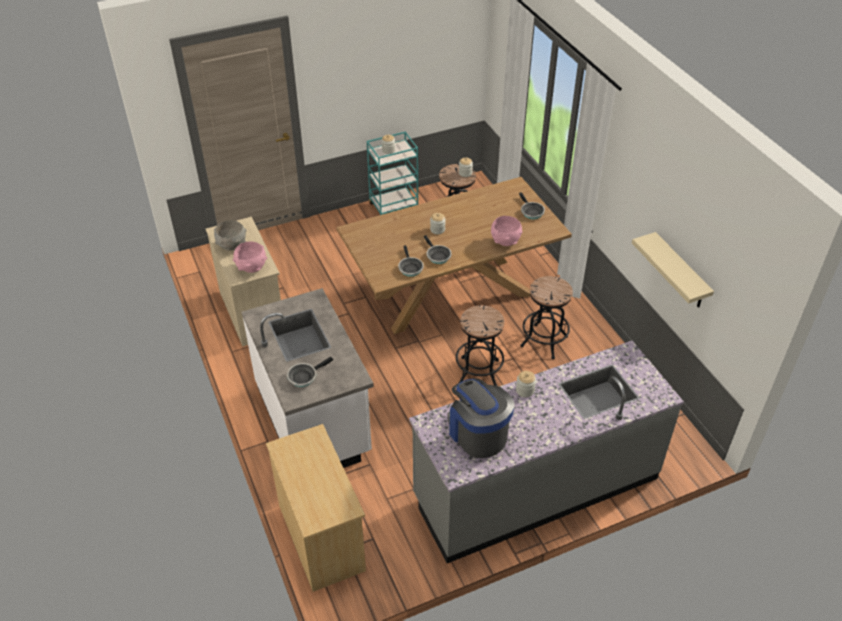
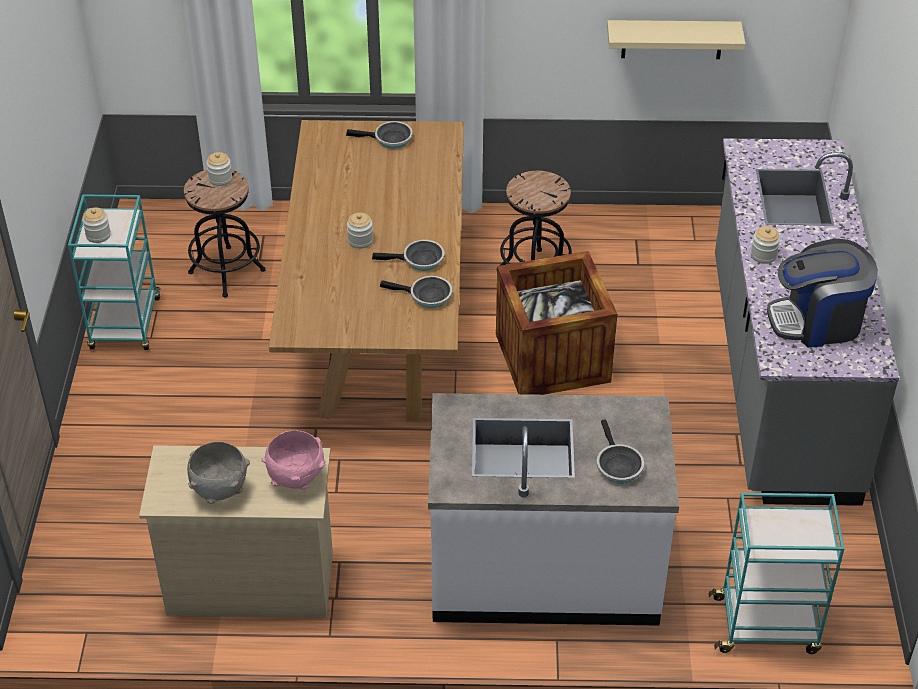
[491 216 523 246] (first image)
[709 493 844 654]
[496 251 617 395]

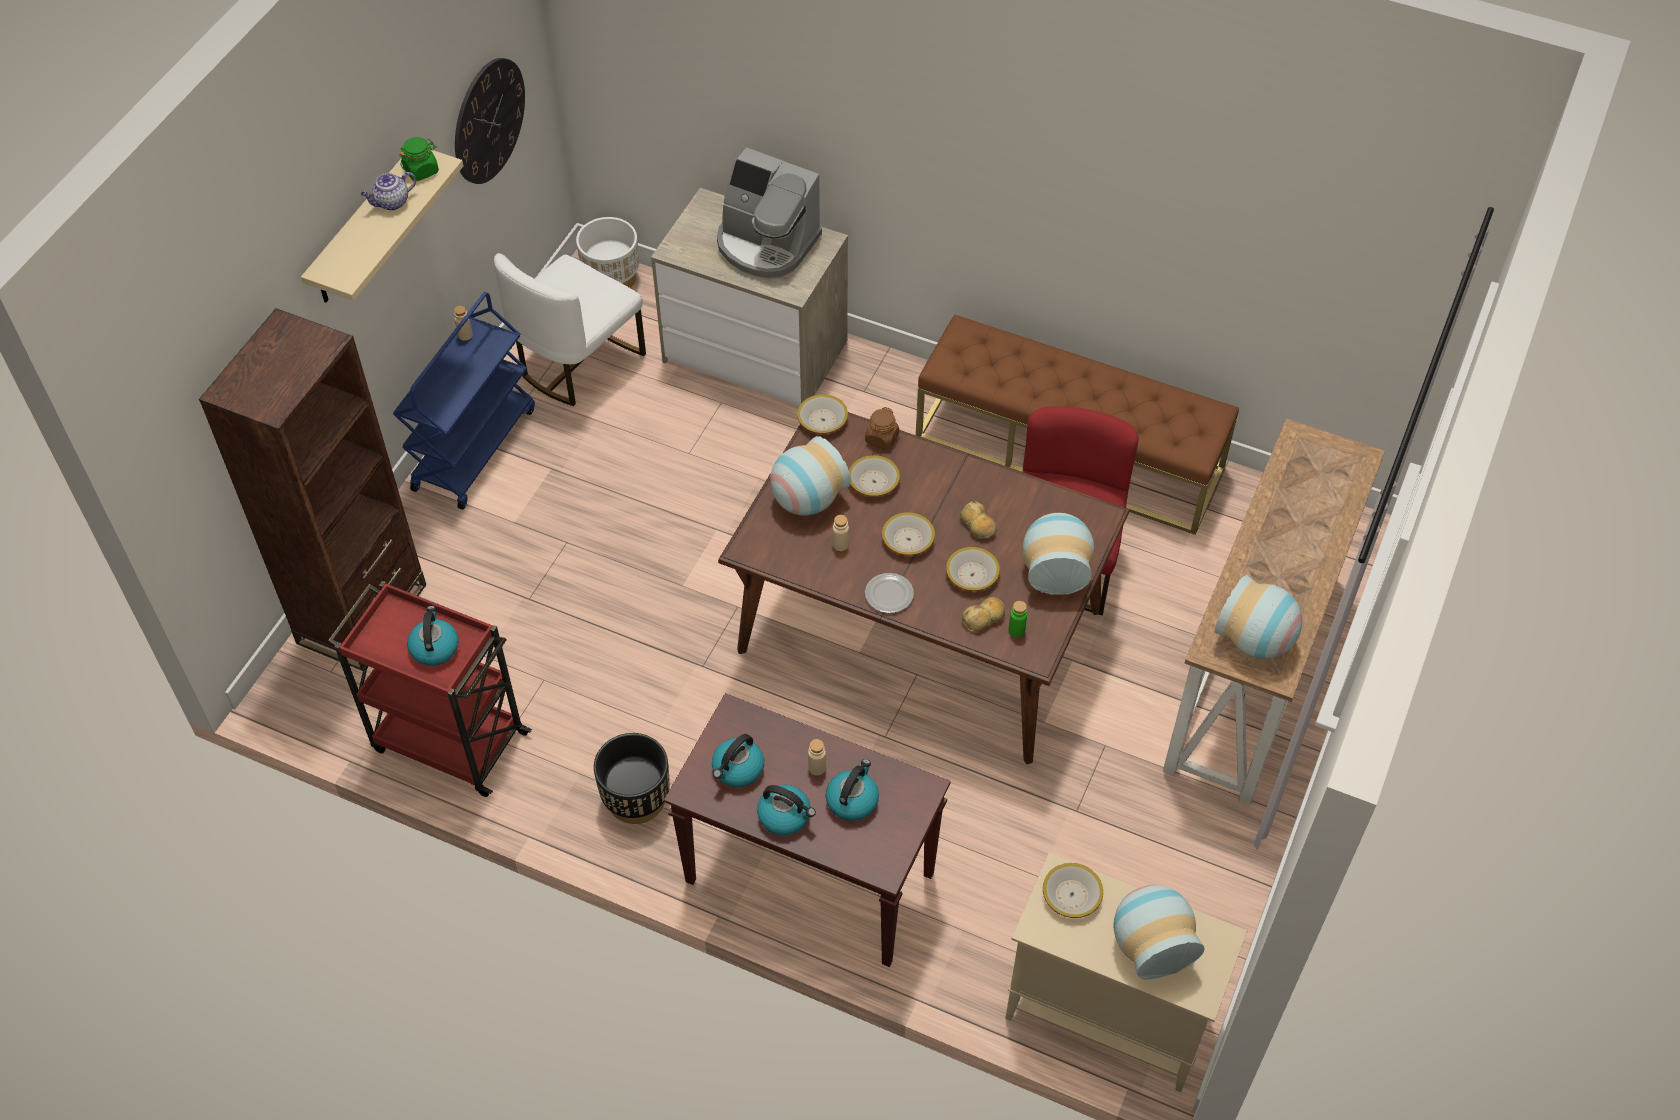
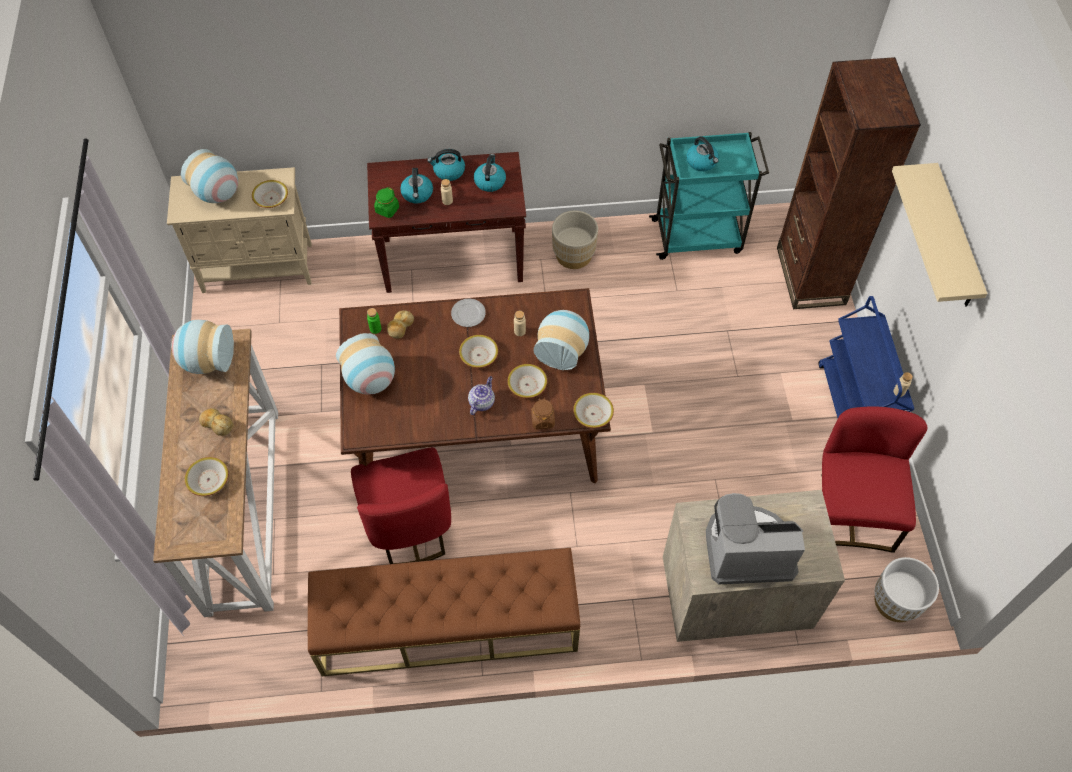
[455 58 525 184] (first image)
[468 376 495 415]
[374 187 399 218]
[185 457 229 496]
[199 408 234 436]
[649 132 769 260]
[822 406 928 553]
[552 210 598 269]

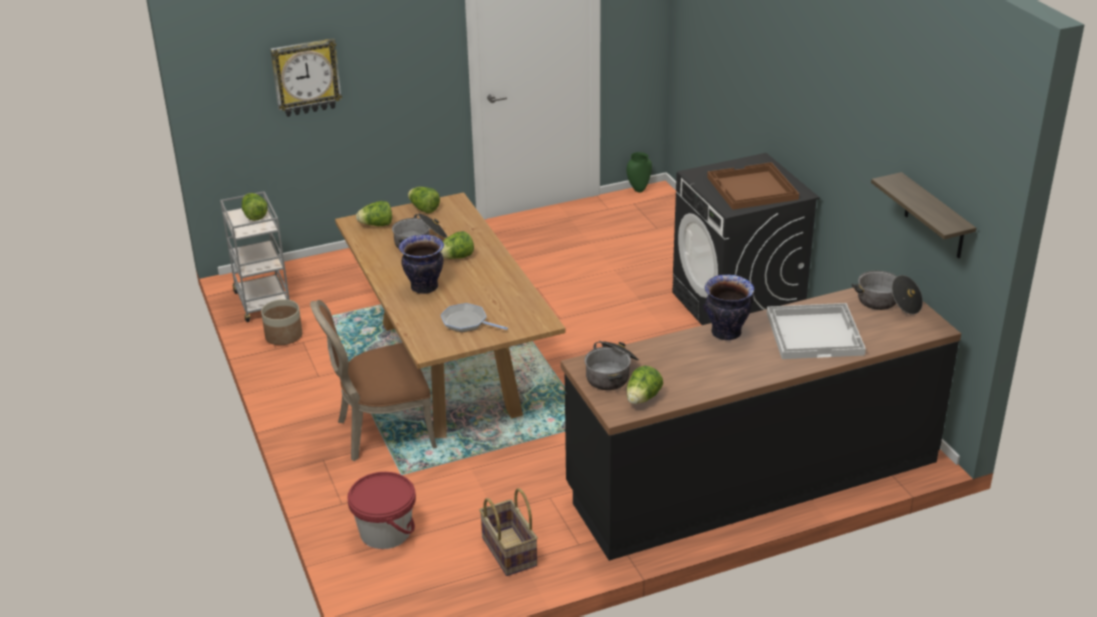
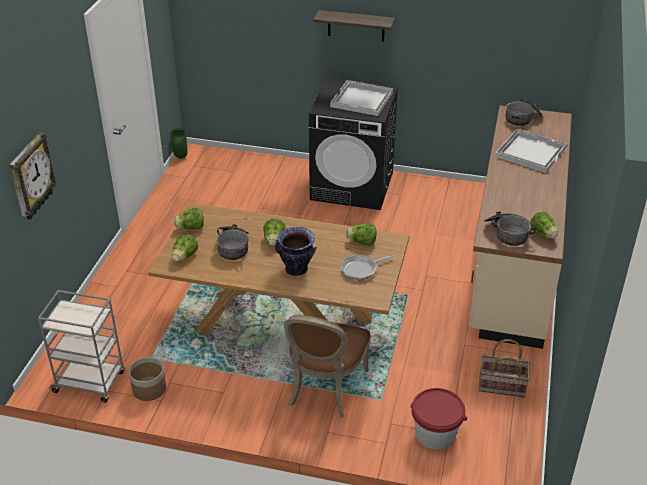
[703 275 754 340] (first image)
[346 223 376 246]
[313 10 395 42]
[469 105 572 349]
[330 80 393 116]

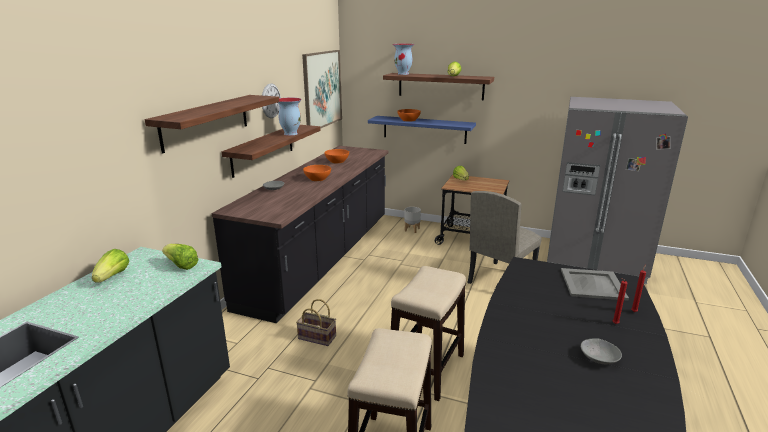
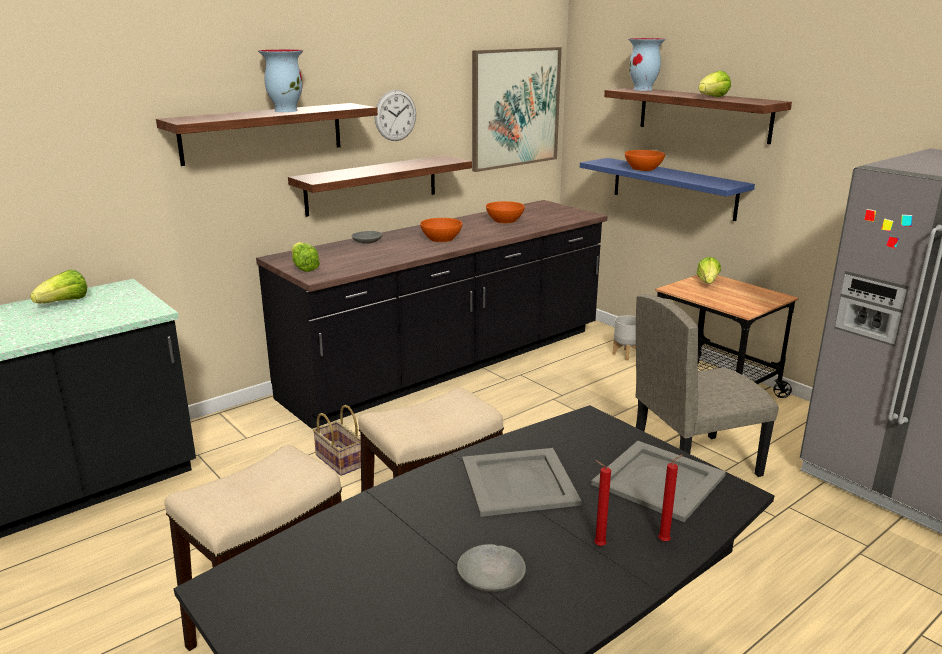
[462 448 582 517]
[291 242 320 272]
[258 49 304 112]

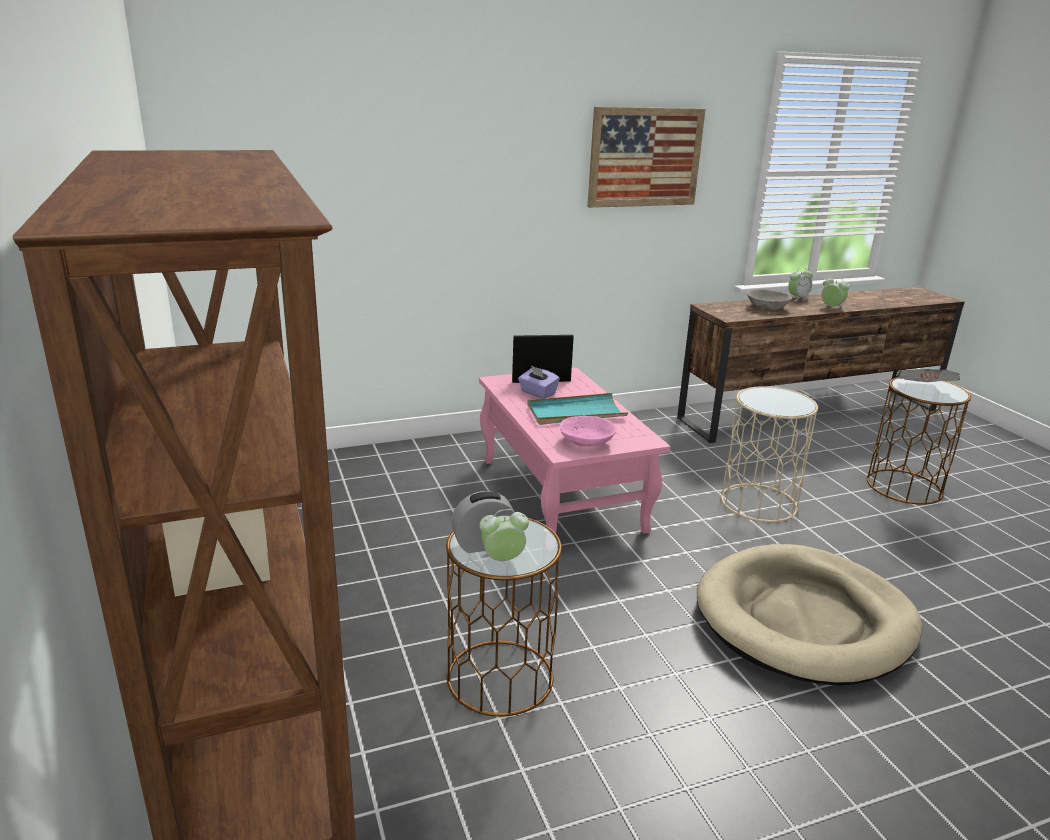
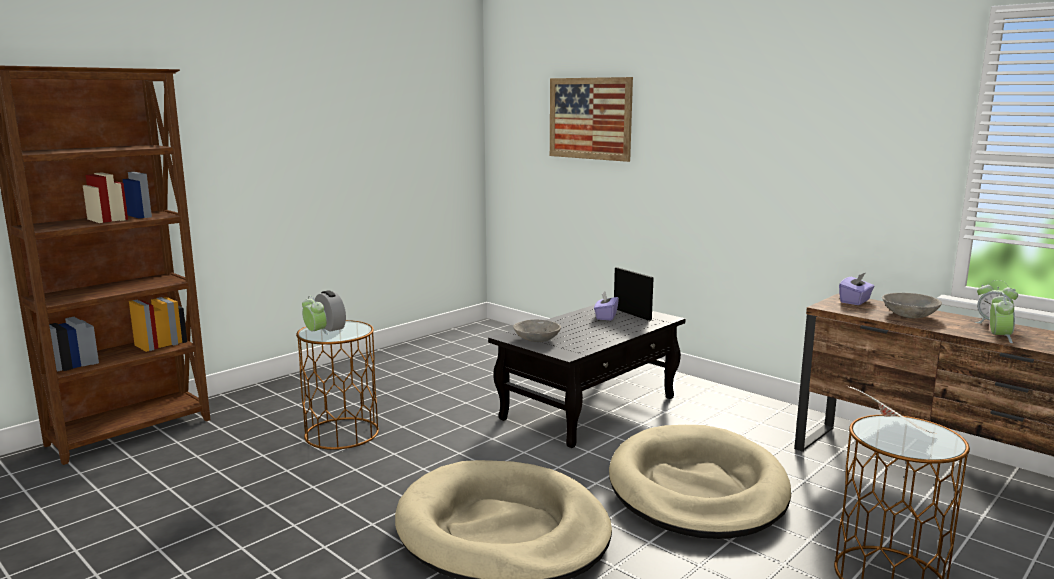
[527 393 628 425] (first image)
[839 272 874 305]
[550 77 633 162]
[609 425 791 539]
[488 305 686 448]
[513 320 561 342]

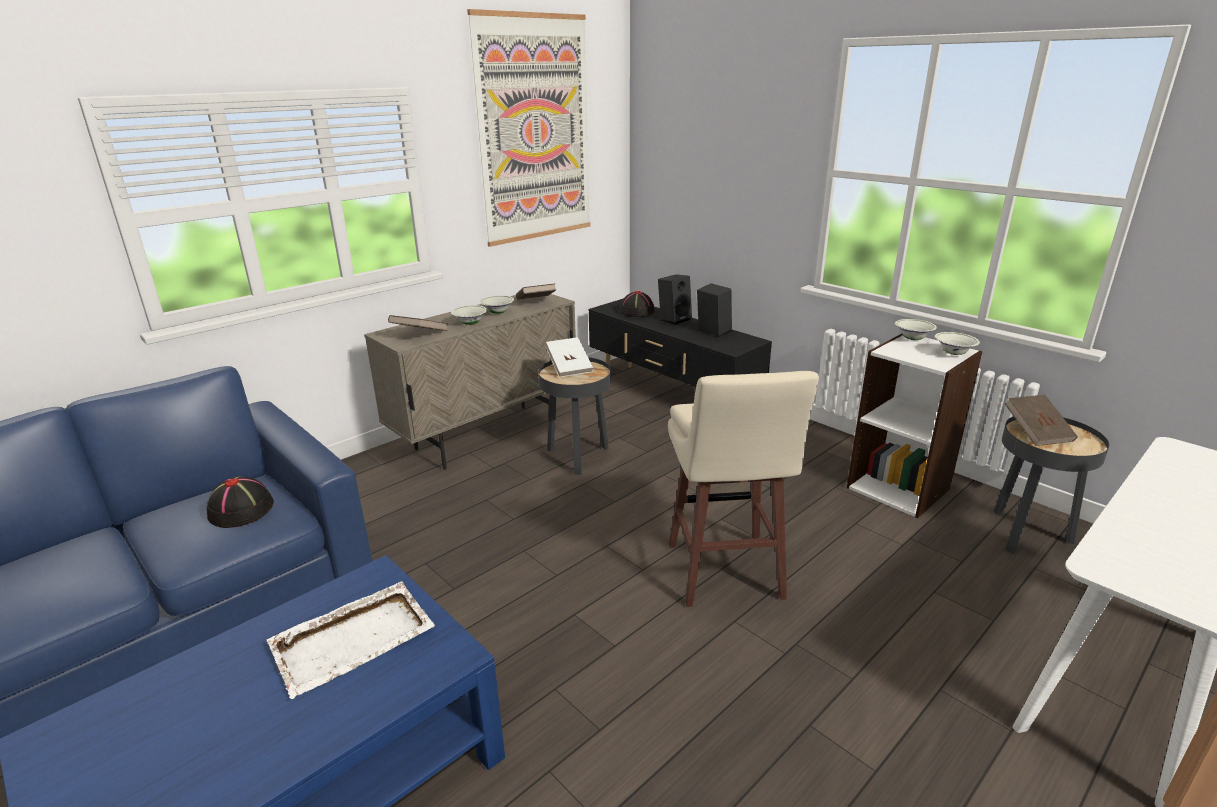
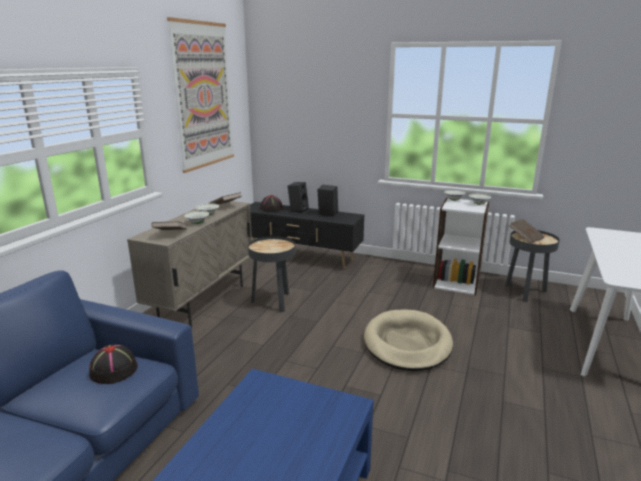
[266 581 435 699] (first image)
[546 337 593 378] (first image)
[364 310 453 371]

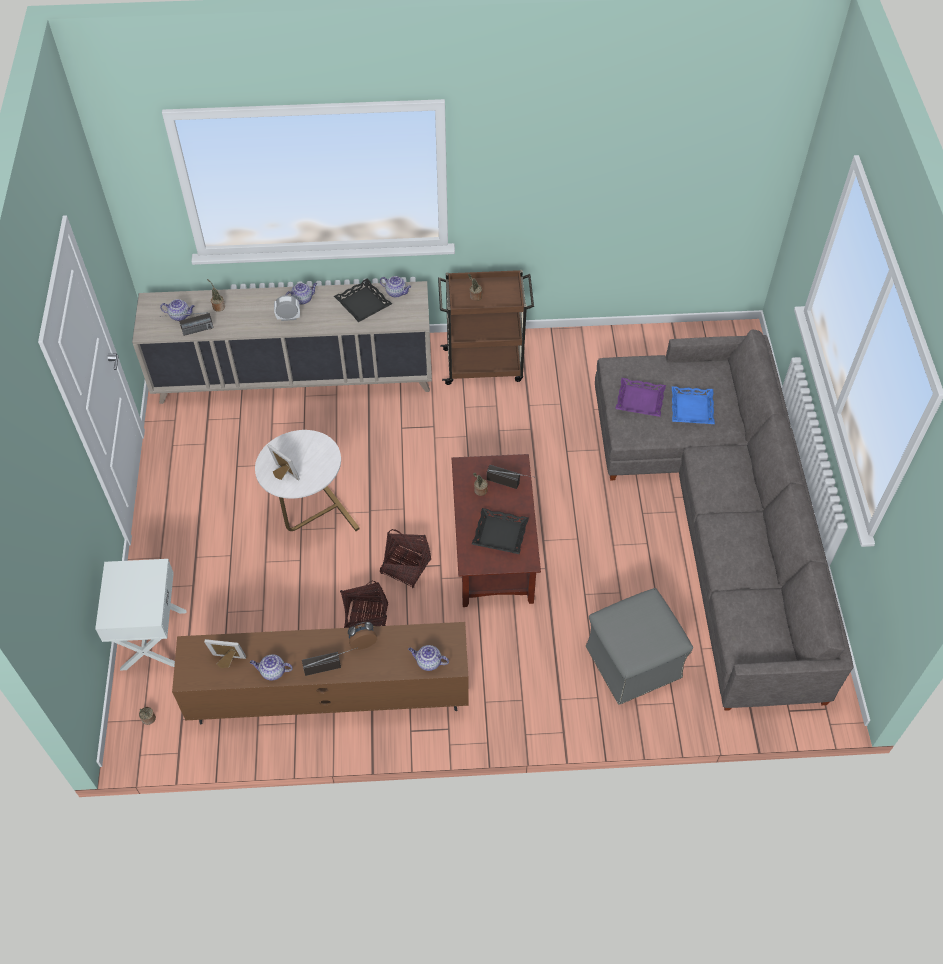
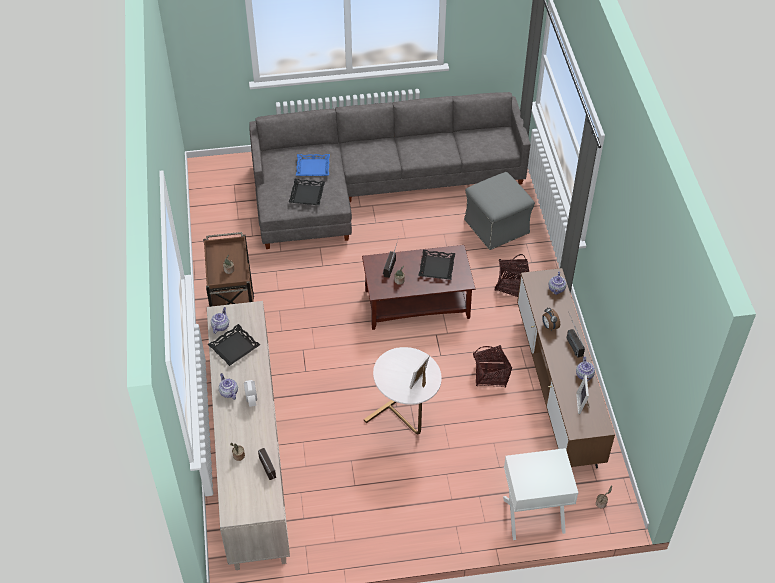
[160 299 195 321] (first image)
[495 254 529 297]
[289 179 325 205]

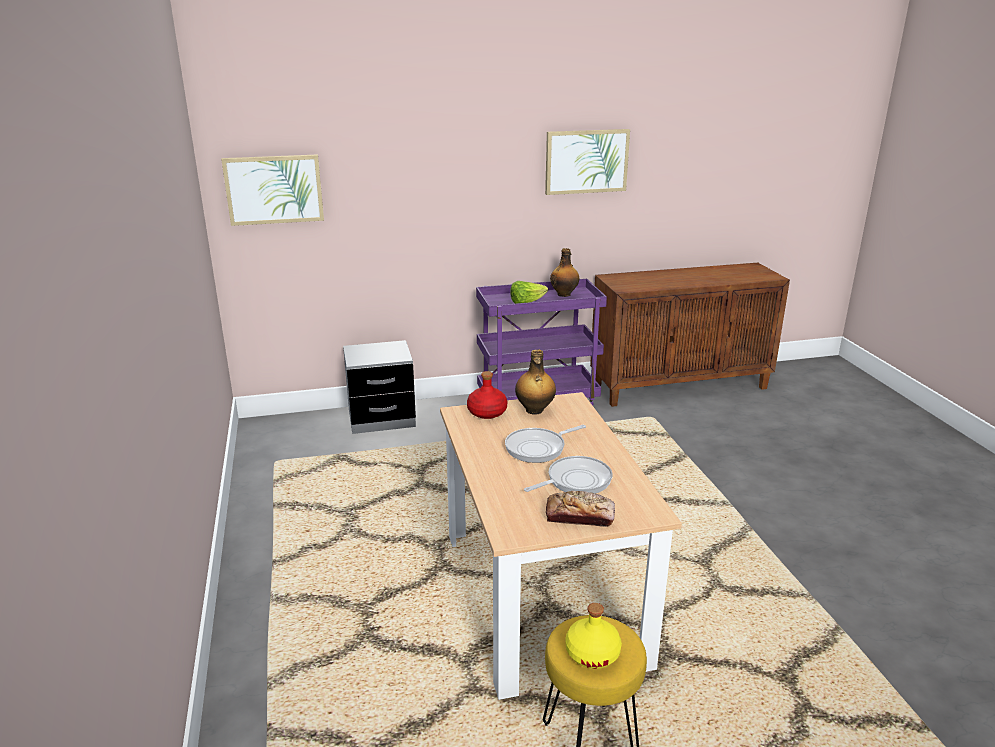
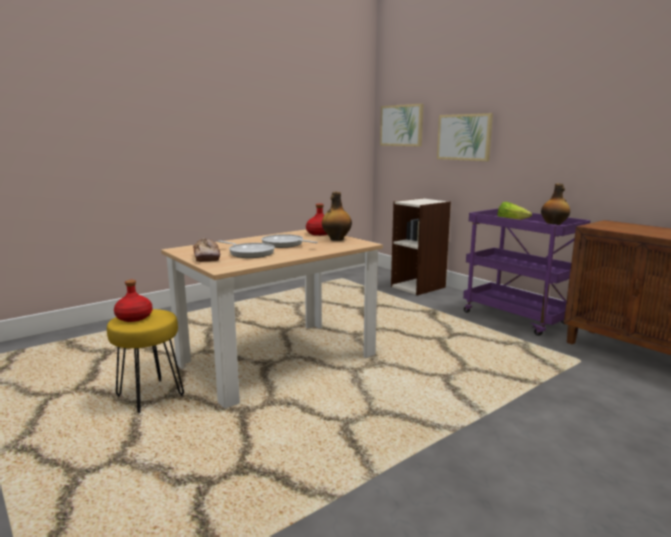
[437 113 493 161]
[391 198 451 295]
[114 280 153 322]

